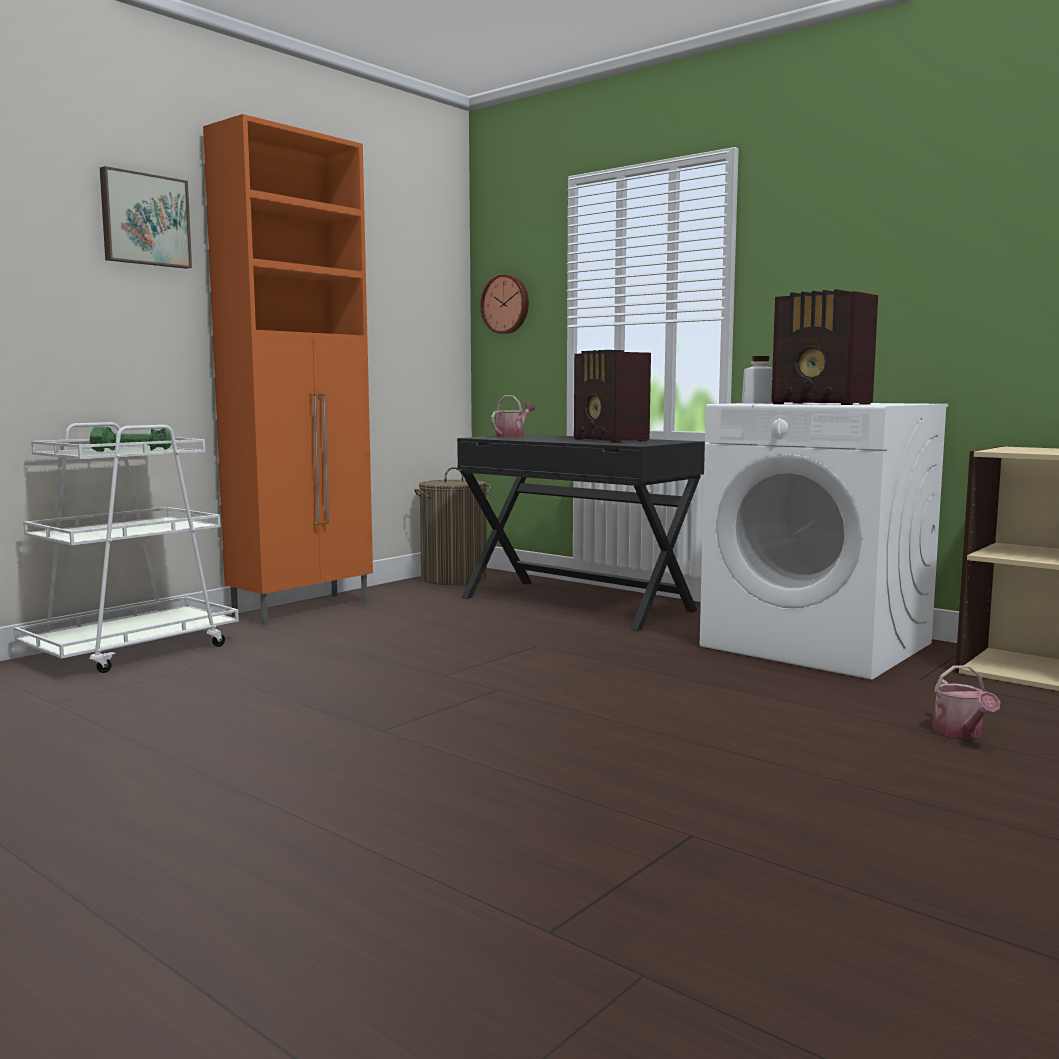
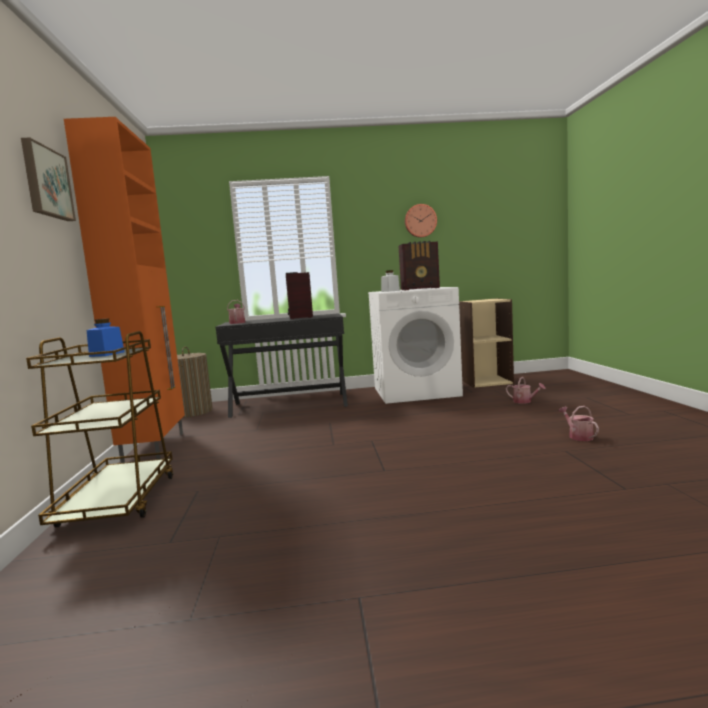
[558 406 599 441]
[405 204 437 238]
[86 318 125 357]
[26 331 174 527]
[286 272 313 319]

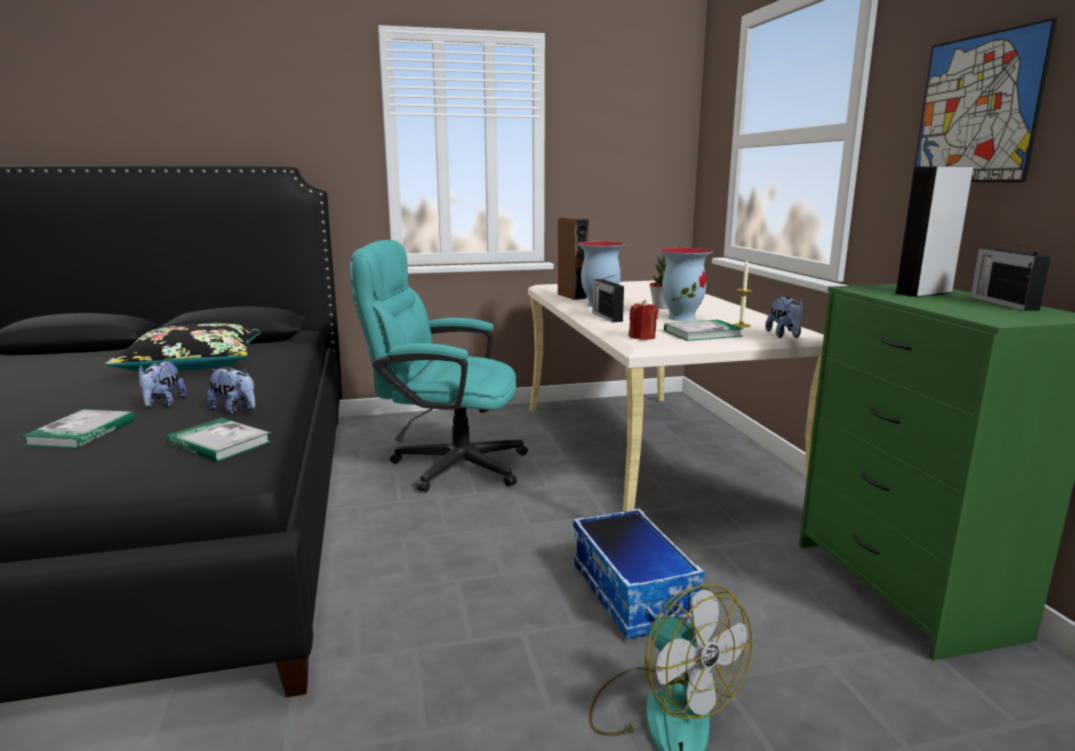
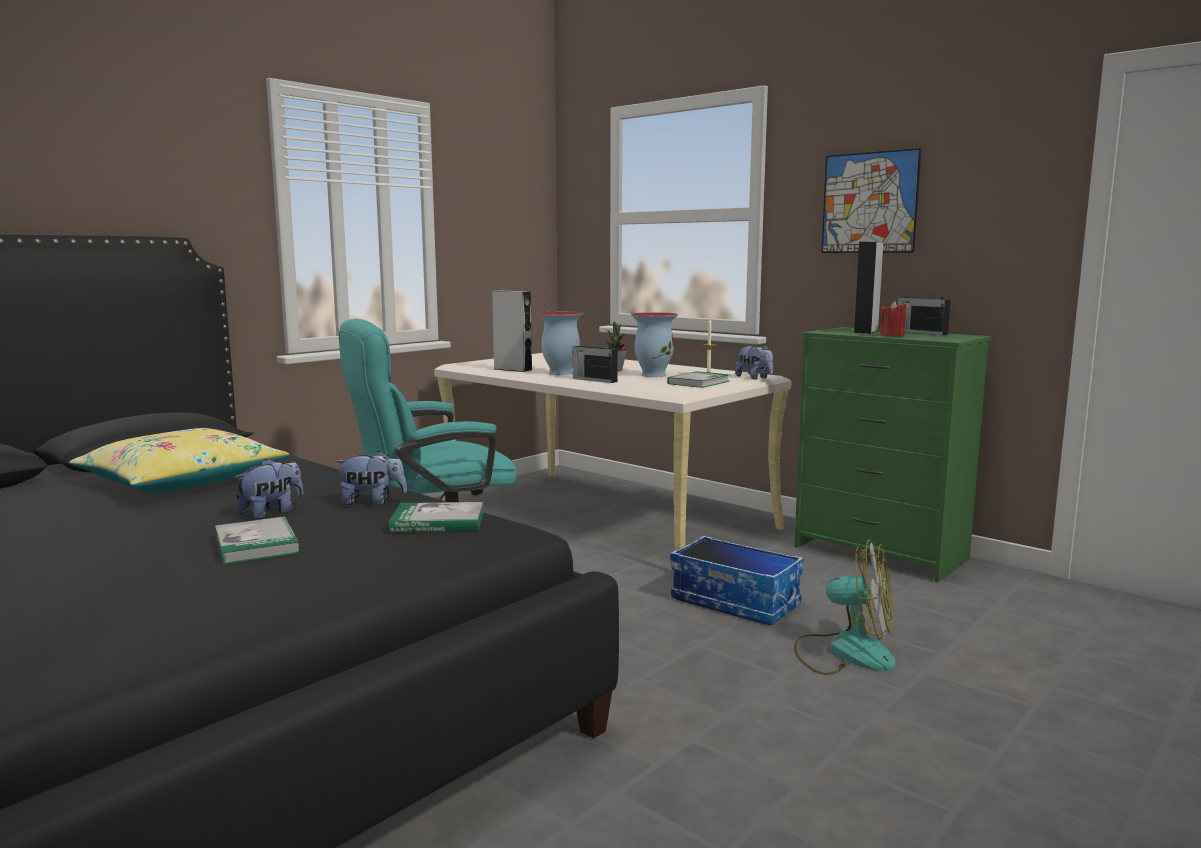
[880 301 907 337]
[69 428 289 493]
[492 291 532 372]
[234 459 303 519]

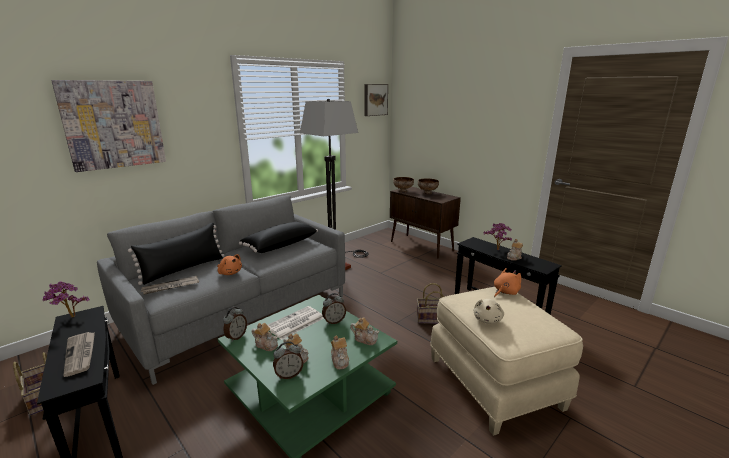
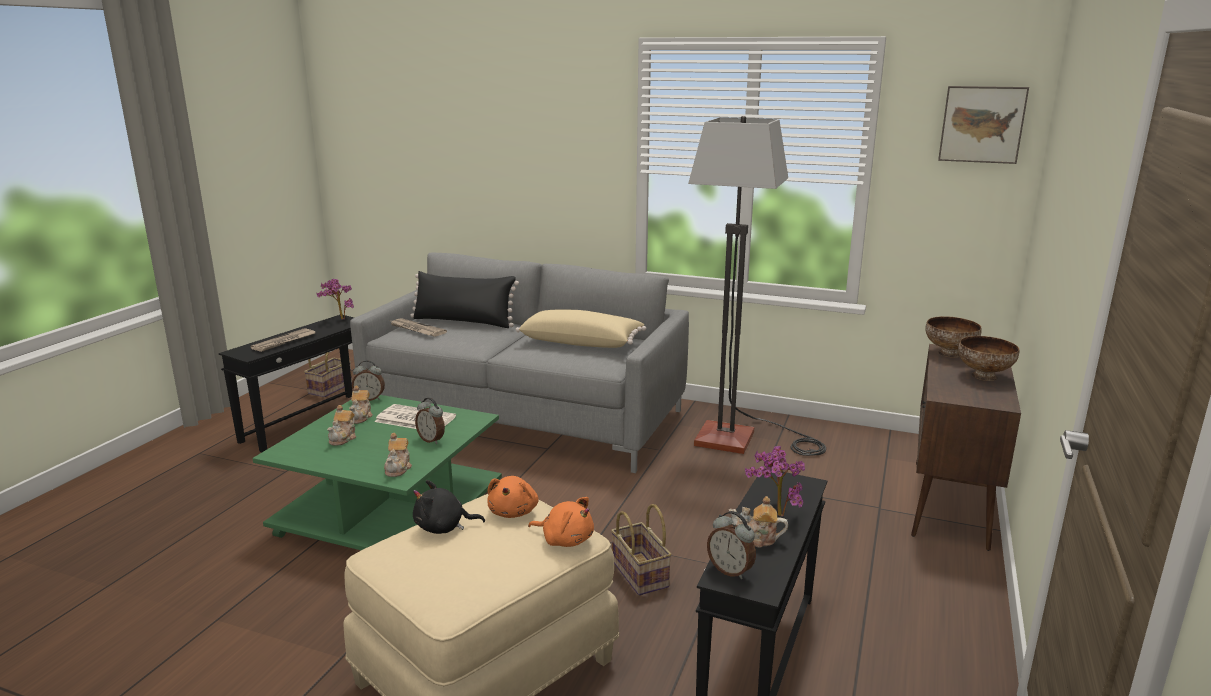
[51 80 166 172] (first image)
[331 335 349 369] (first image)
[487 476 539 518]
[707 511 756 579]
[516 310 647 348]
[413 480 485 534]

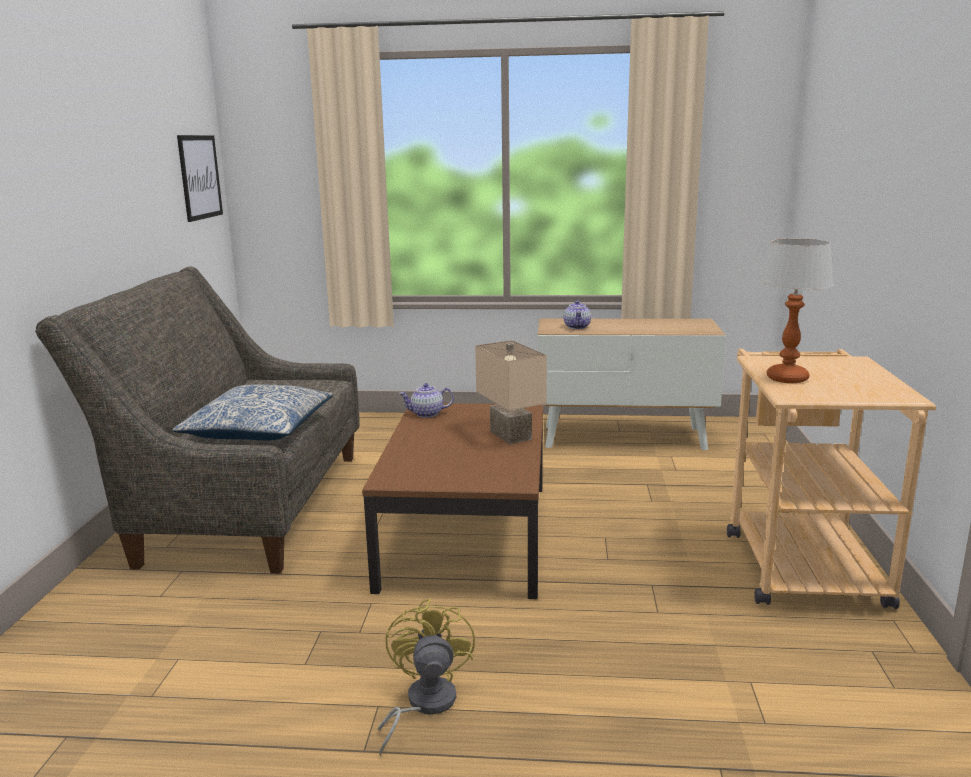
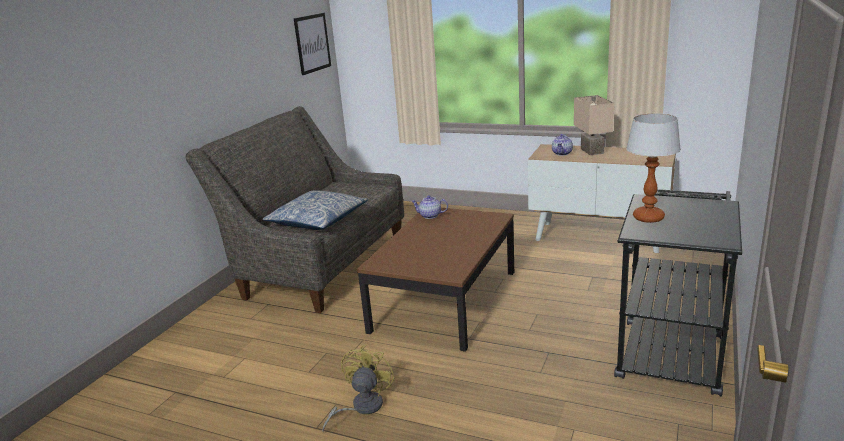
[574 95 614 155]
[614 189 742 397]

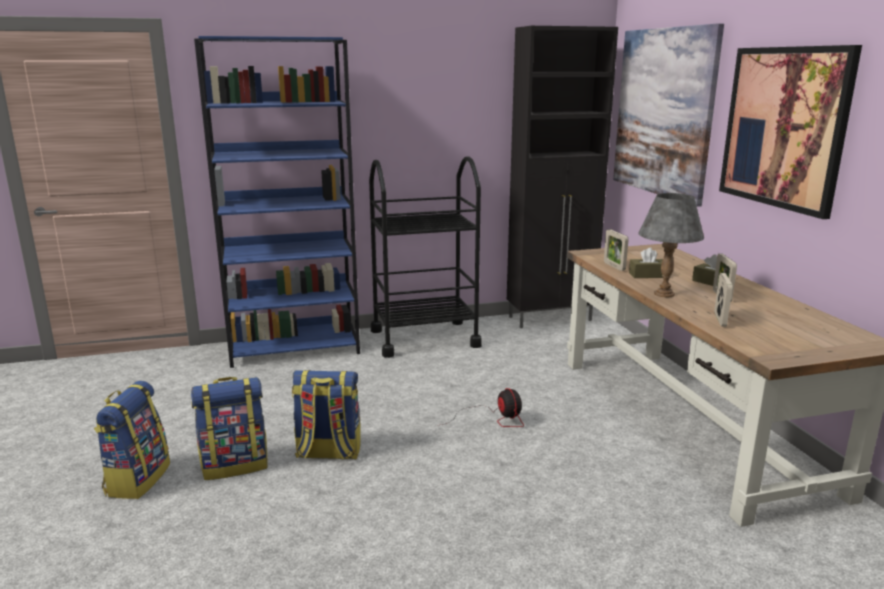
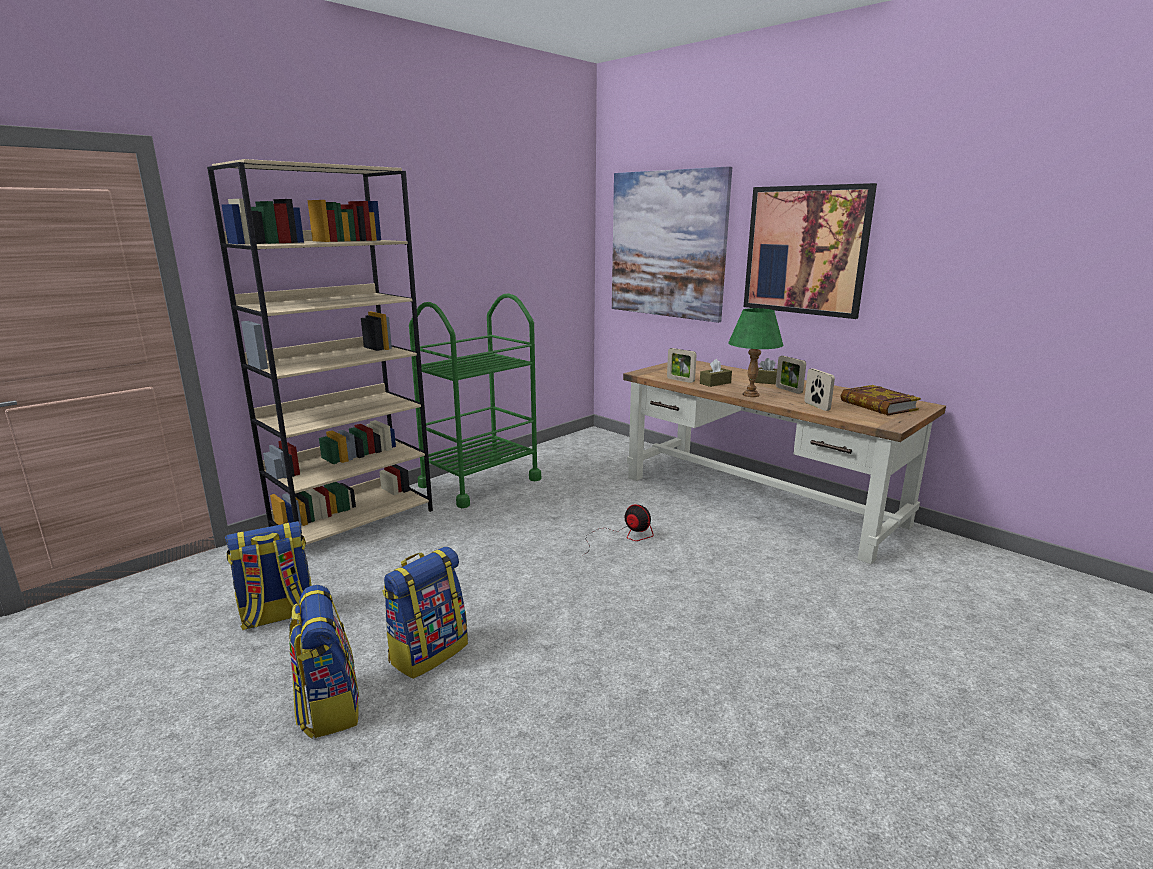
[507 26 618 328] (first image)
[841 385 921 415]
[225 521 312 630]
[207 159 433 545]
[409 293 541 508]
[728 308 783 397]

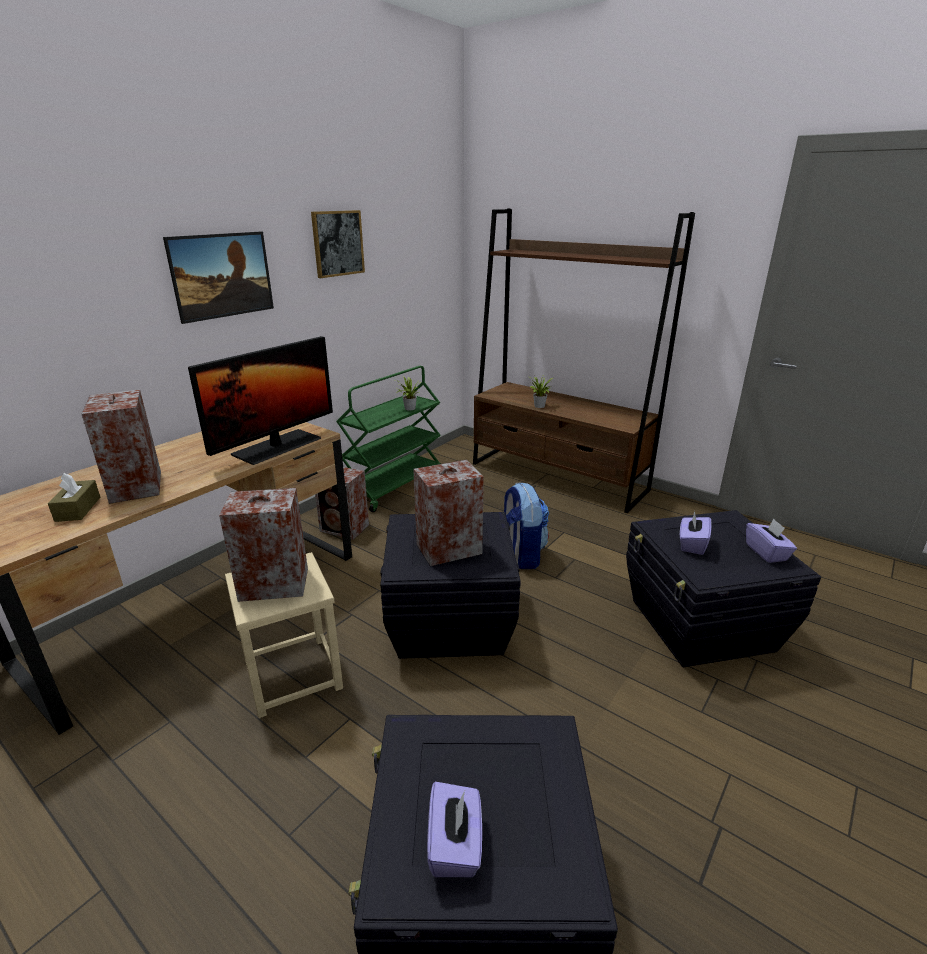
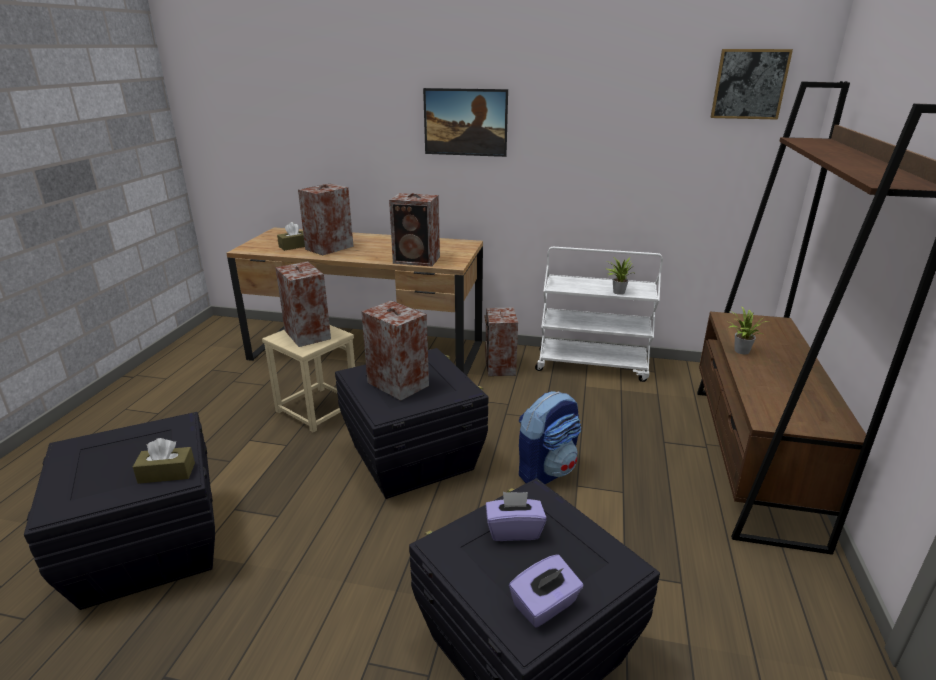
[427 782 482 877] (first image)
[133 438 195 484]
[711 49 793 120]
[389 193 440 266]
[535 247 663 382]

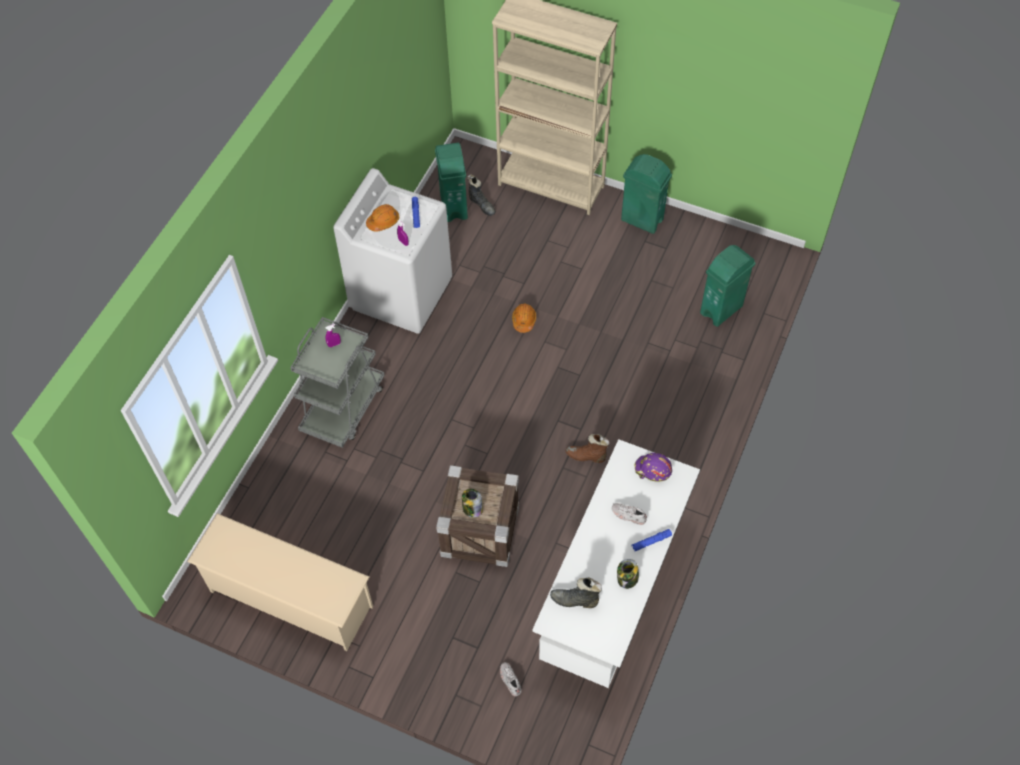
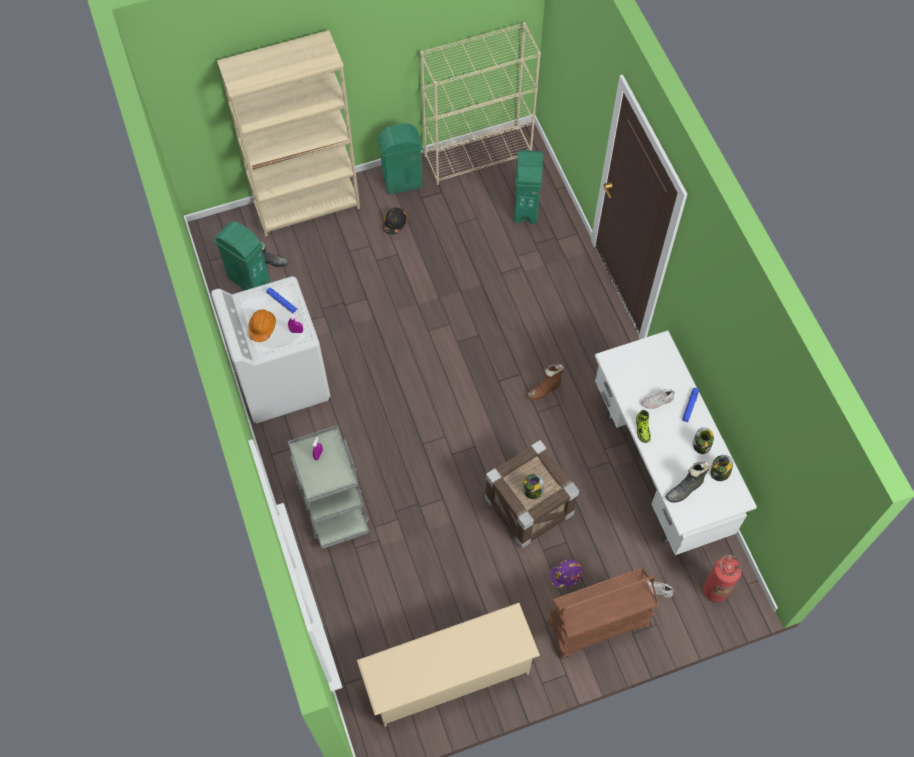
[512 303 536 333] (first image)
[383 207 407 234]
[420 22 541 185]
[546 568 659 659]
[636 410 651 443]
[703 555 742 602]
[710 455 733 481]
[549 559 583 590]

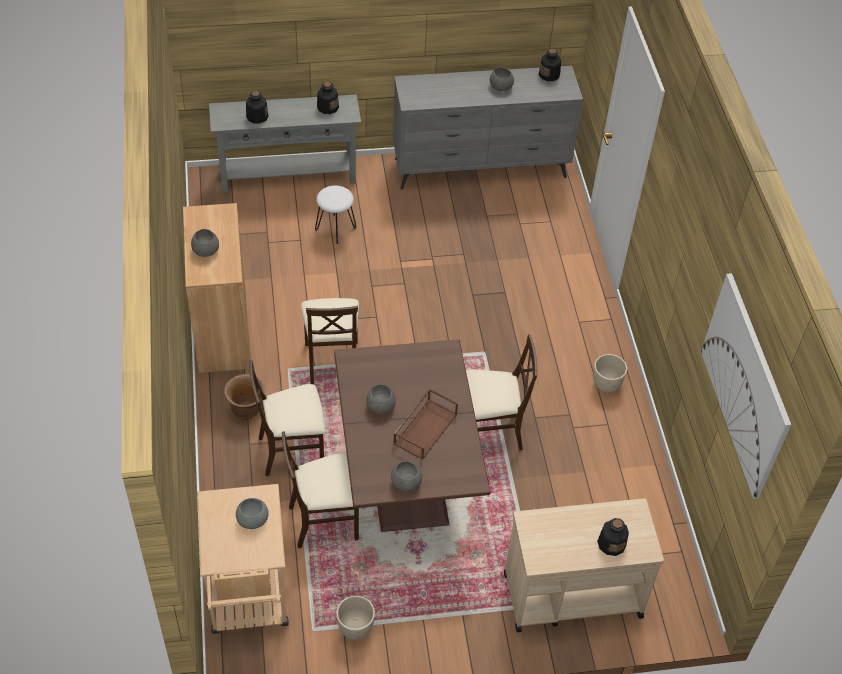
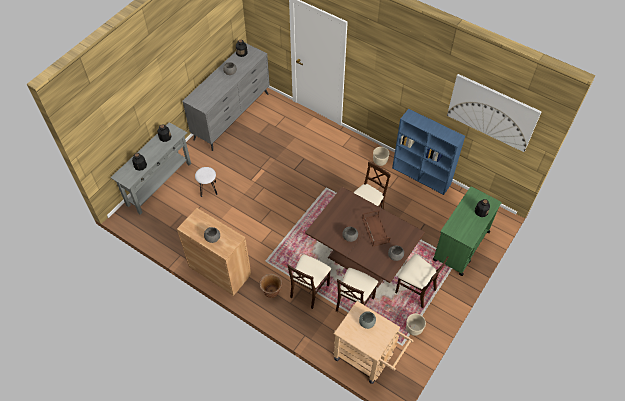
[392 109 465 195]
[395 254 448 308]
[433 187 502 276]

